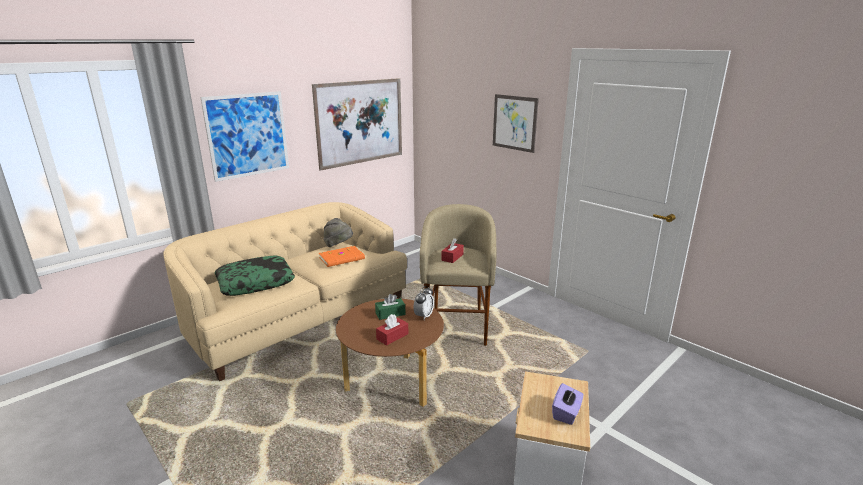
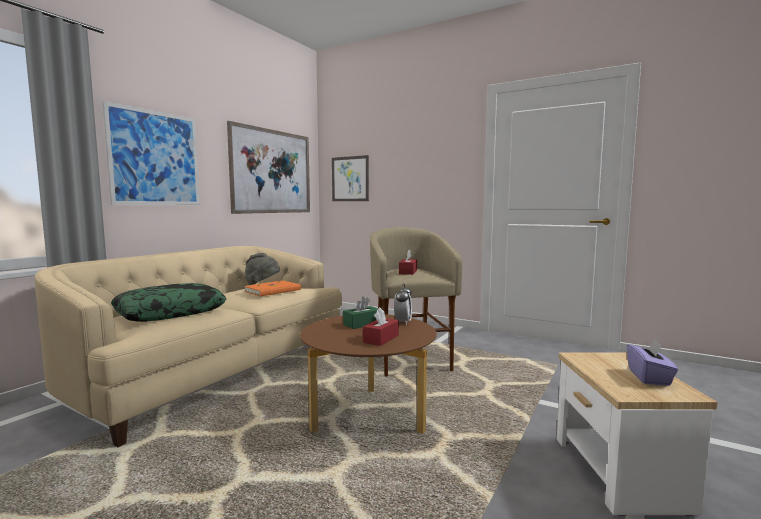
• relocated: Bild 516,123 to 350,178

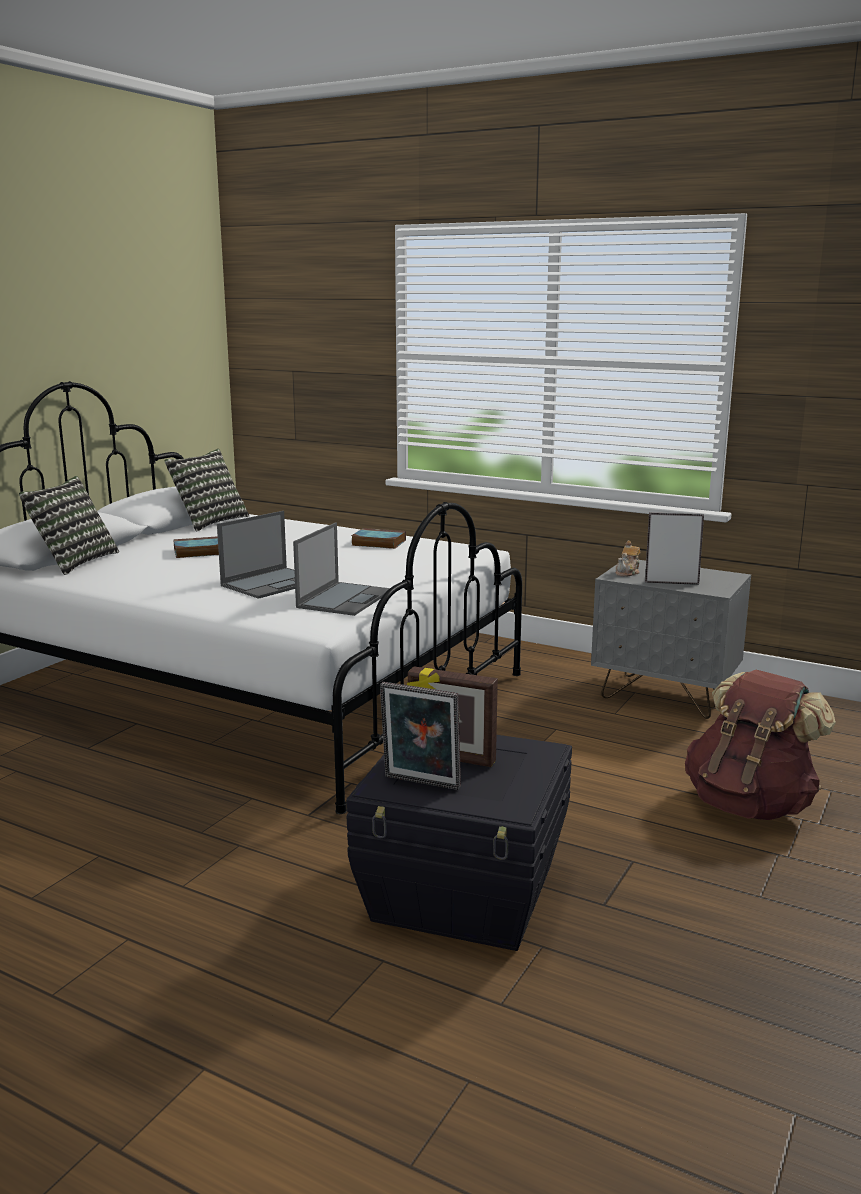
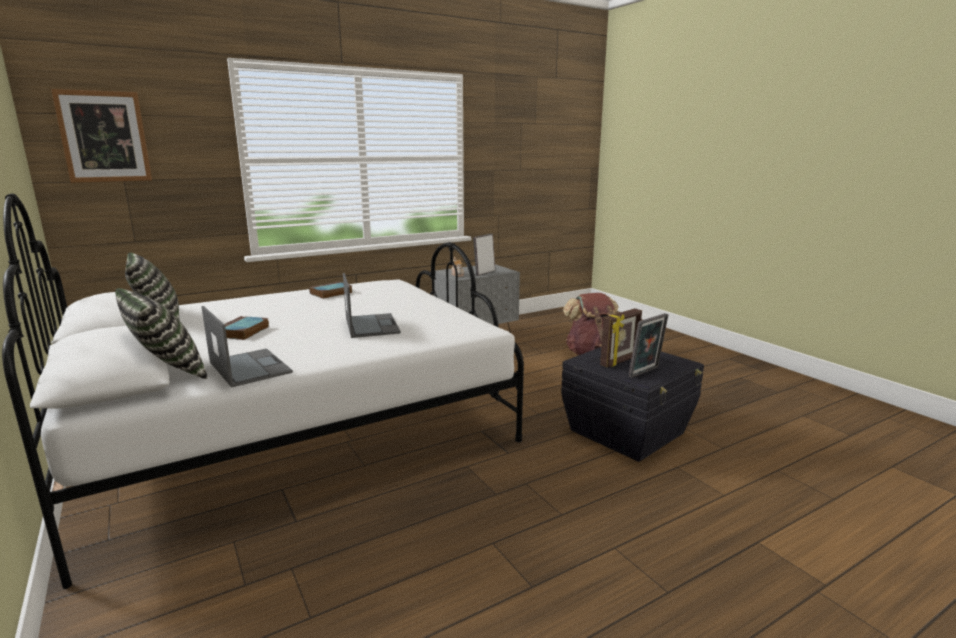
• appeared: Bild 101,136
• relocated: Laptop 341,569 to 247,347

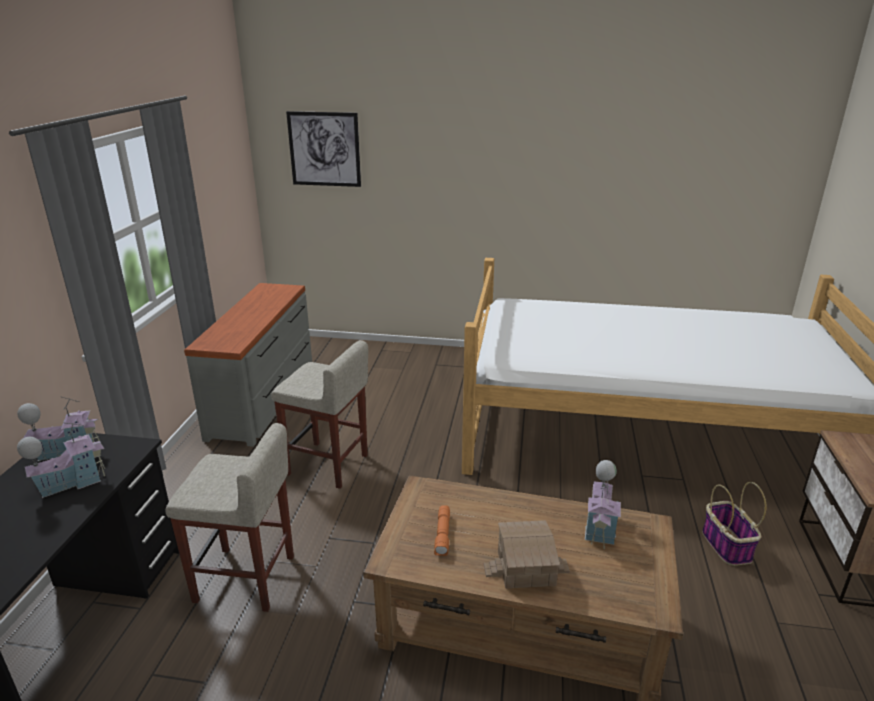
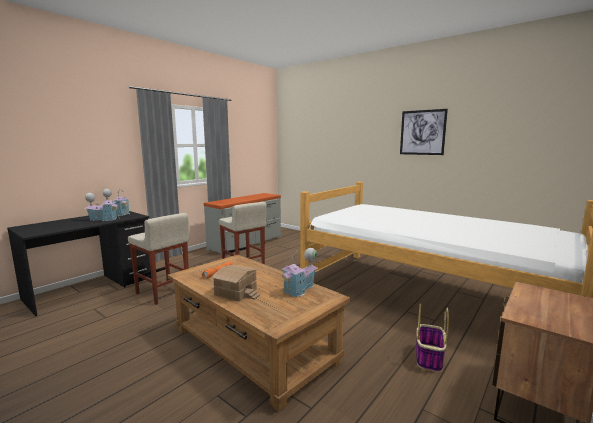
• relocated: Bild 323,149 to 424,132

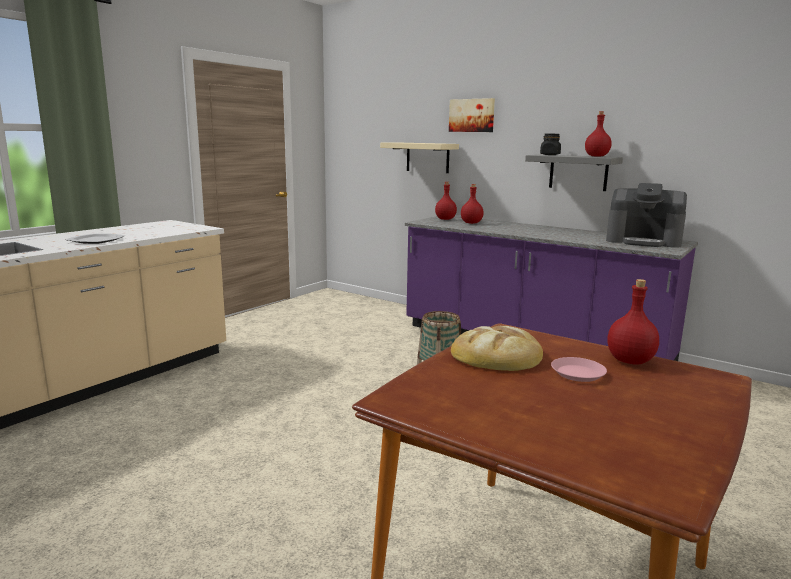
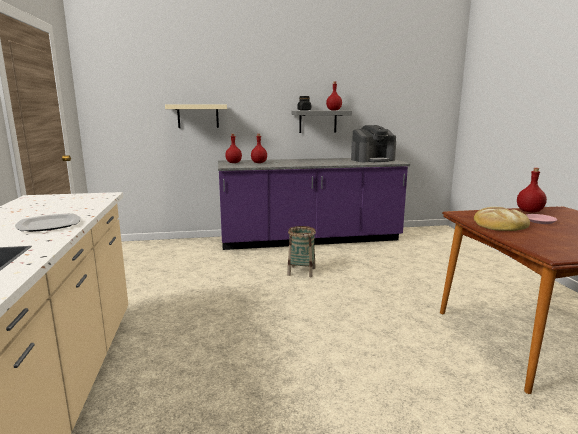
• missing: Bild 472,115

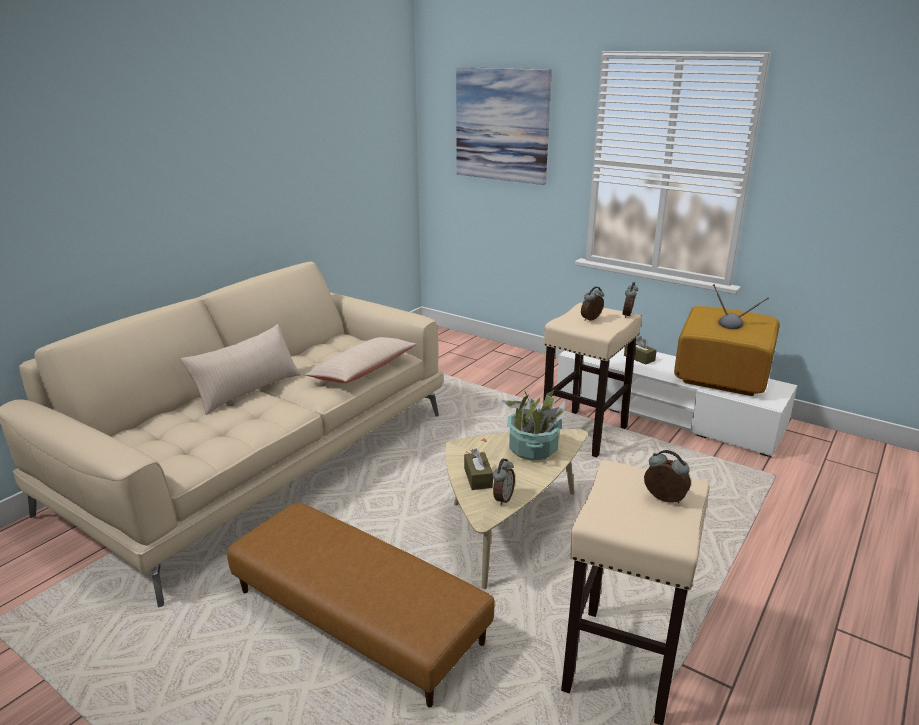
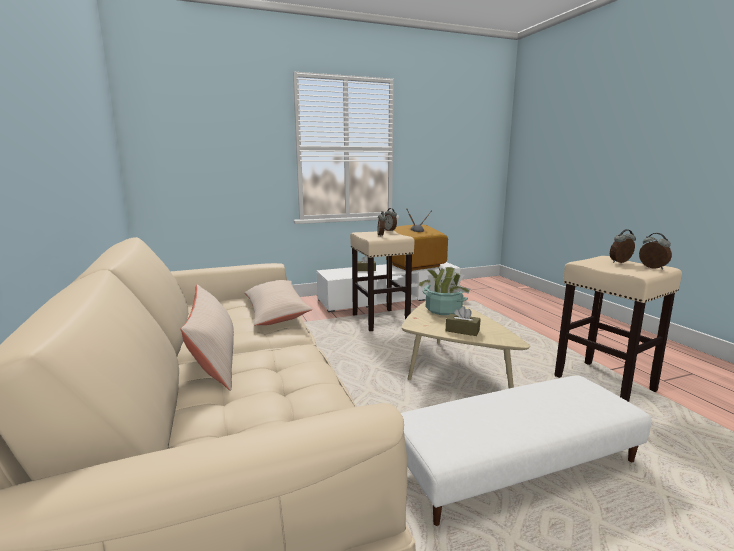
• colour: Polsterhocker (braun) 361,605 to Polsterhocker (weiß) 526,451
• relocated: Wecker 504,482 to 655,251
• missing: Bild 504,126

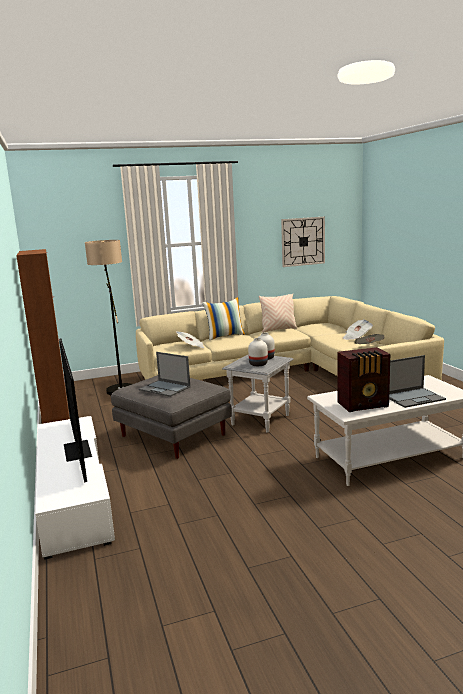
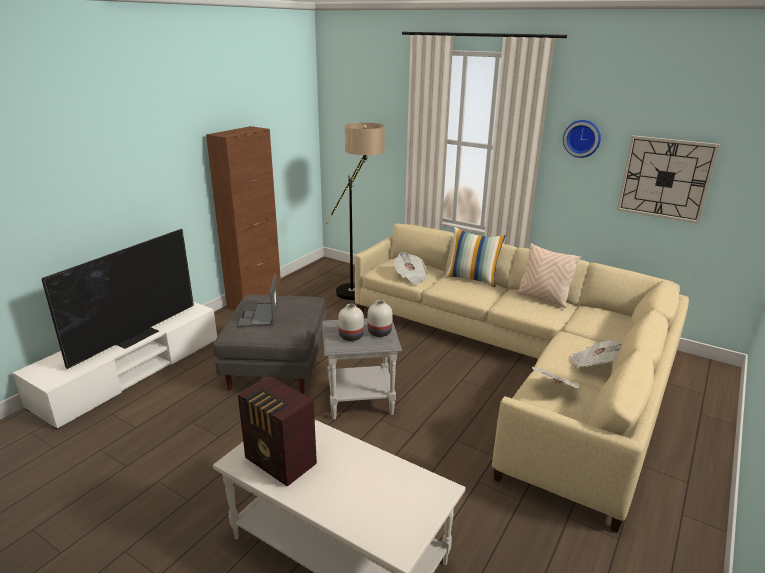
• appeared: Wanduhr 582,139
• missing: Laptop 417,381

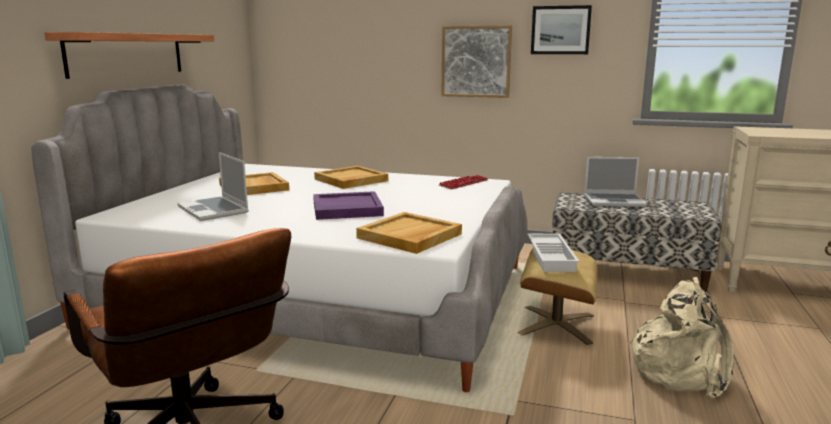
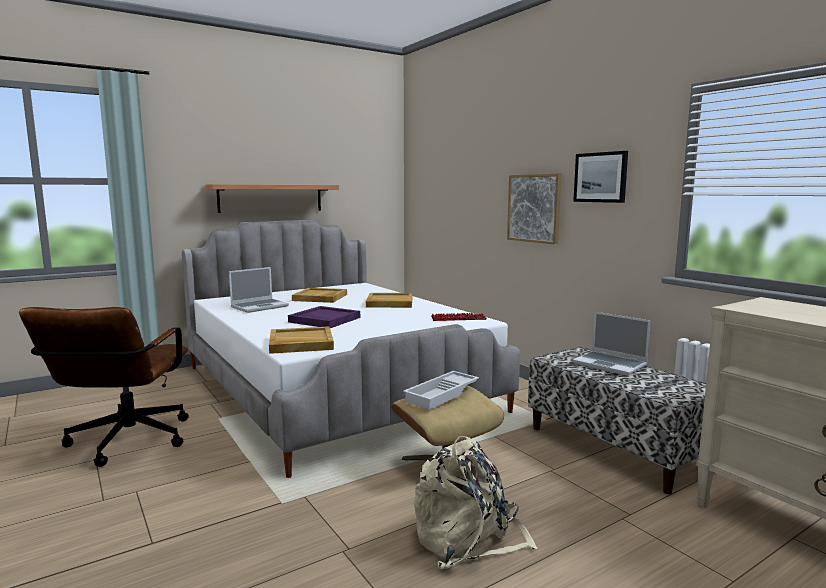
• spun: Laptop 213,186 = 259,290 135 degrees counterclockwise

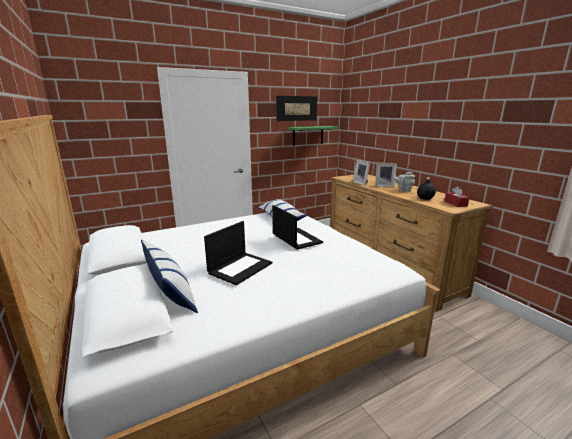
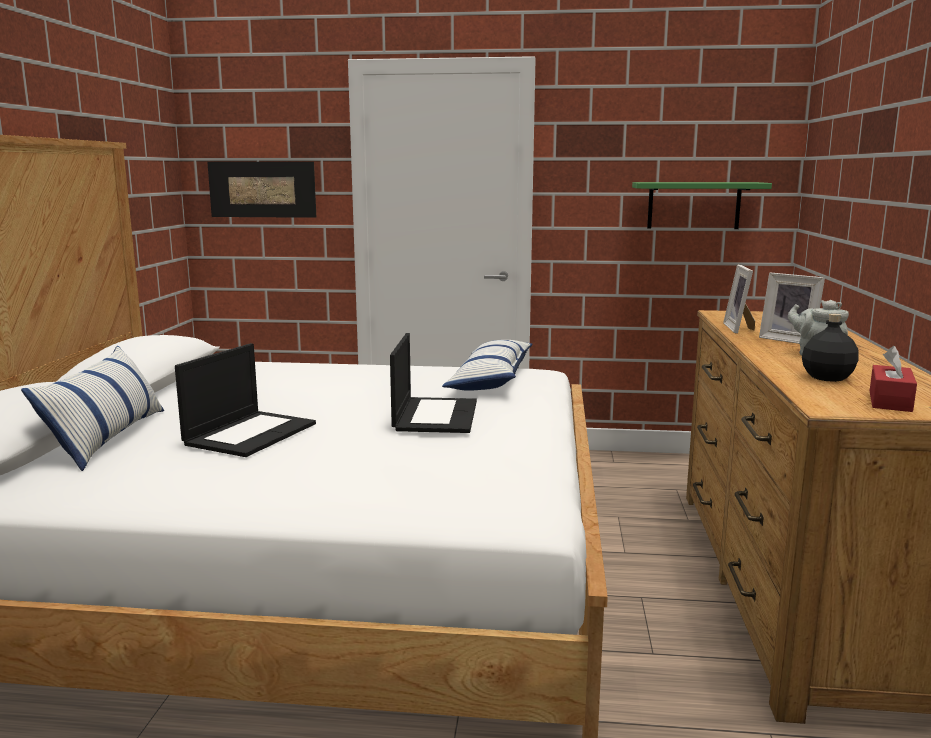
• spun: Laptop 238,253 = 245,400 45 degrees counterclockwise
• relocated: Bild 296,108 to 261,190

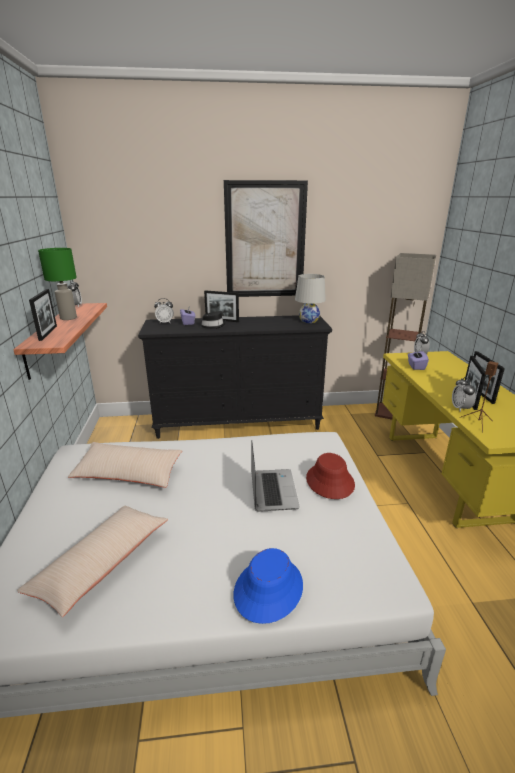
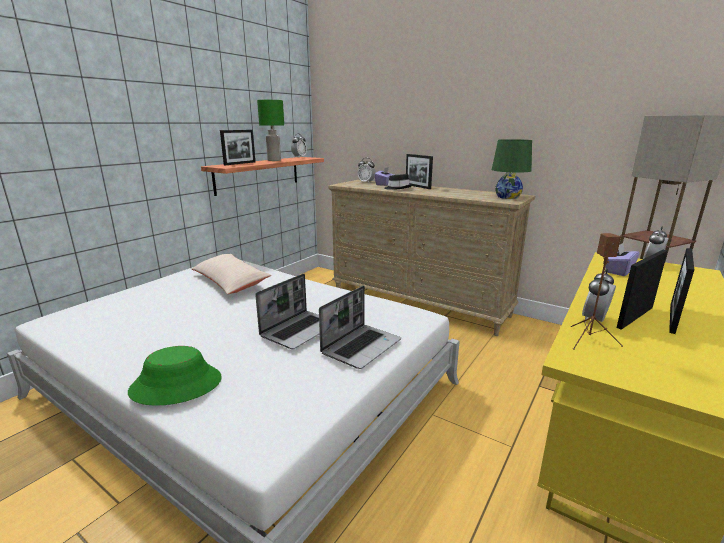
• colour: Hut (blau) 268,586 to Hut (grün) 175,376
• exchanged: Hut (rot) 330,476 to Laptop 360,327
• colour: Kommode (schwarz) 235,377 to Kommode (beige) 431,258
• colour: Tischlampe (weiß) 310,298 to Tischlampe (grün) 512,169
• missing: Kissen (beige) 92,561
• missing: Bild 266,238

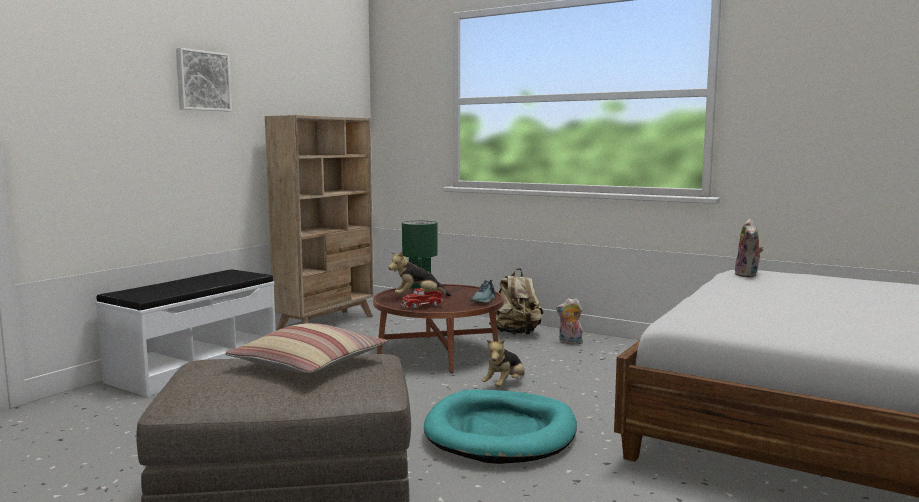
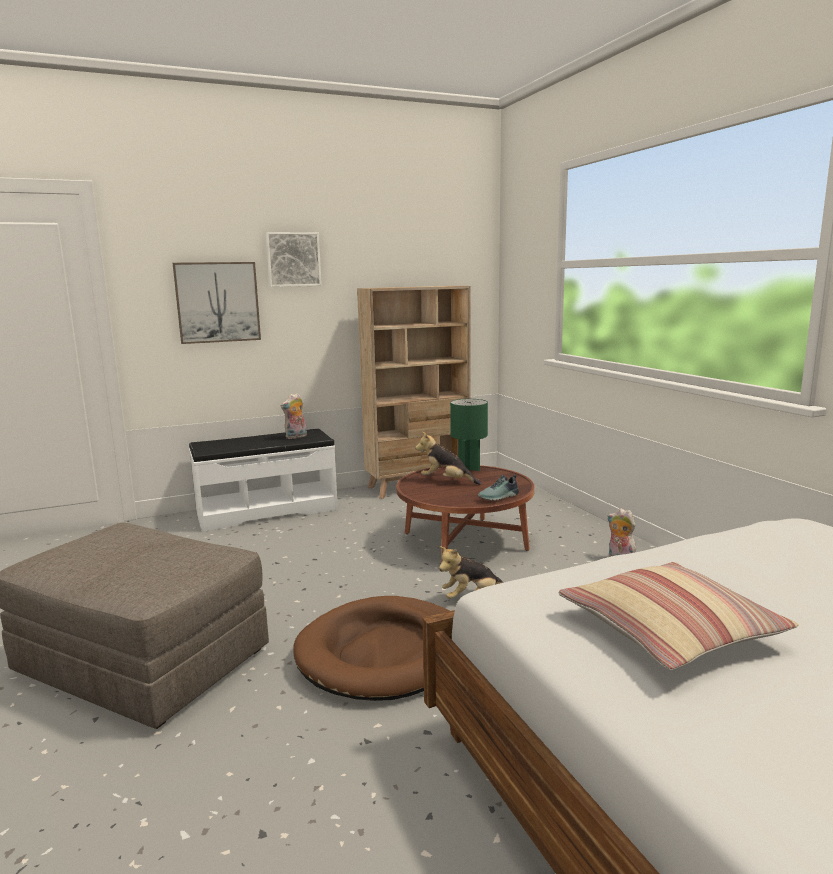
• appeared: Bild 217,303
• relocated: Plüschtier 749,248 to 293,416
• colour: Hundebett (türkis) 500,427 to Hundebett (braun) 371,648
• relocated: Kissen 306,348 to 678,616
• missing: Spielzeuglaster 422,298
• missing: Rucksack (beige) 516,301

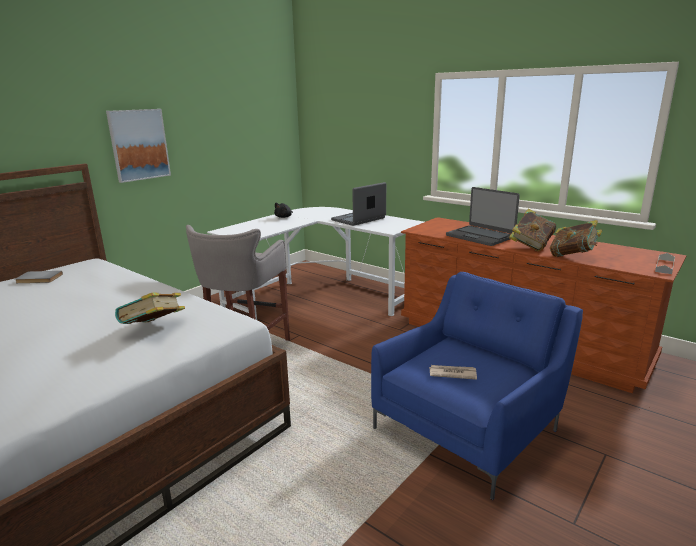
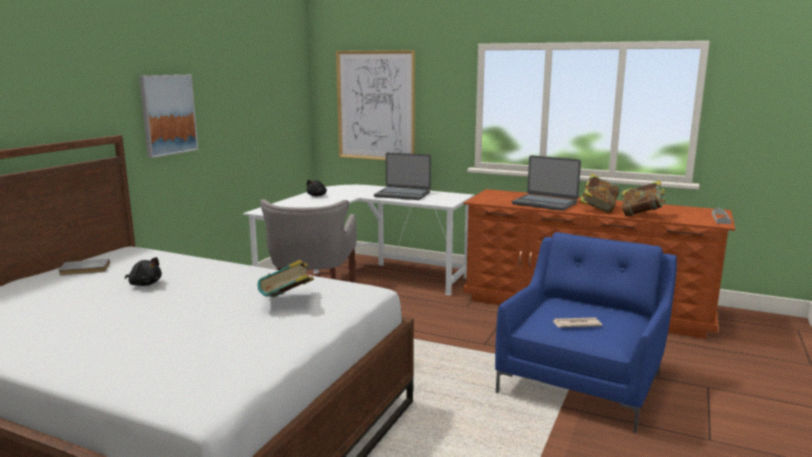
• appeared: Plüschtier (schwarz) 143,271
• appeared: Bild 375,105
• spun: Laptop 358,204 = 402,176 105 degrees counterclockwise

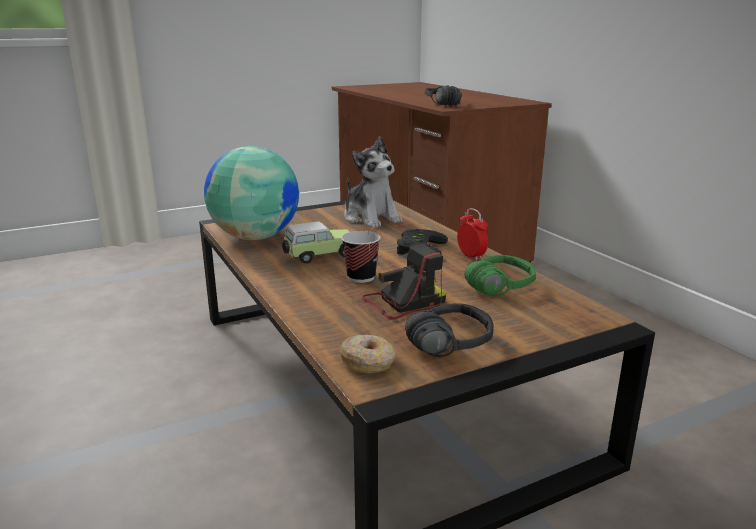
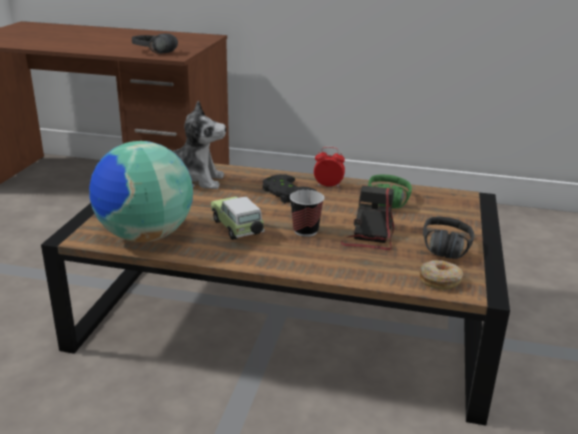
• spun: Spielzeugauto 315,242 = 238,218 45 degrees counterclockwise

